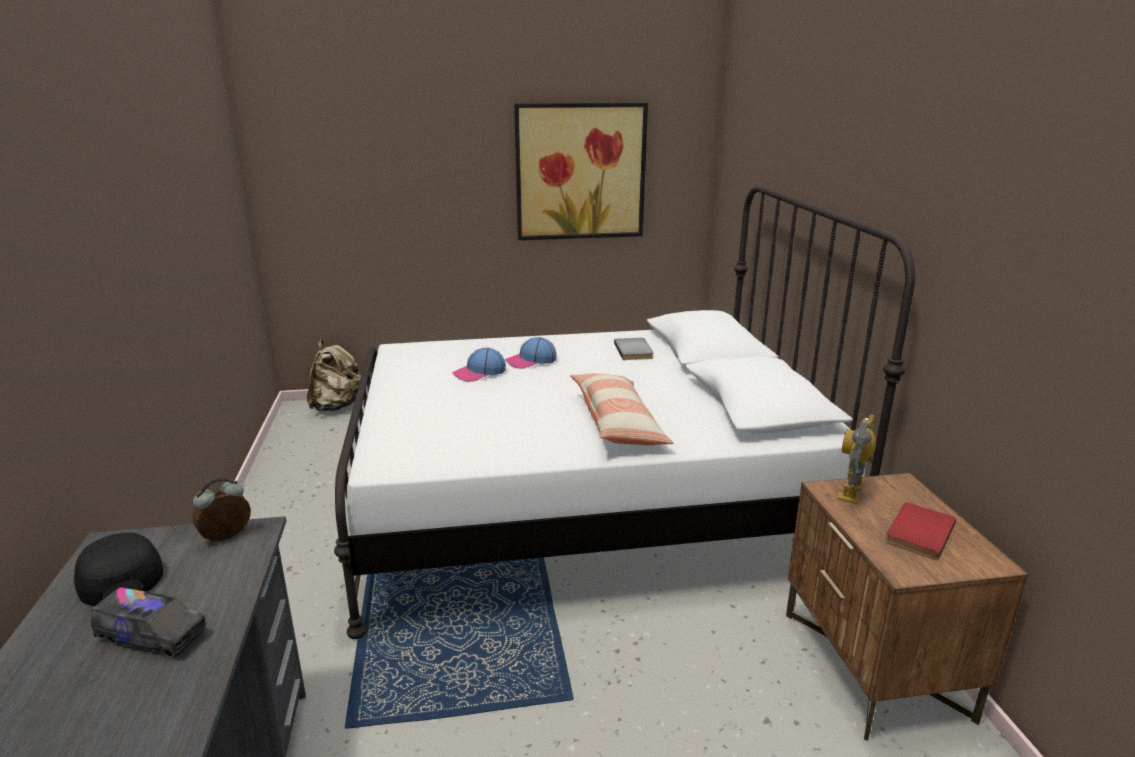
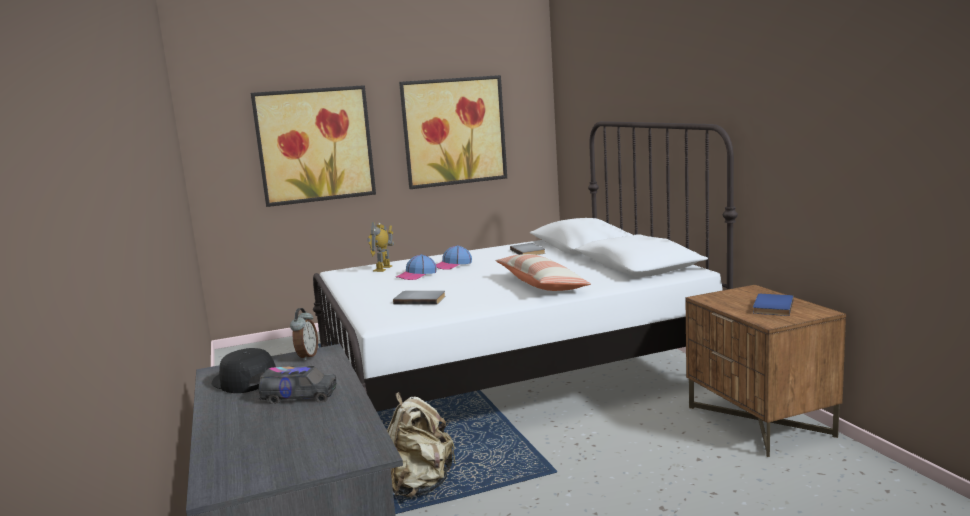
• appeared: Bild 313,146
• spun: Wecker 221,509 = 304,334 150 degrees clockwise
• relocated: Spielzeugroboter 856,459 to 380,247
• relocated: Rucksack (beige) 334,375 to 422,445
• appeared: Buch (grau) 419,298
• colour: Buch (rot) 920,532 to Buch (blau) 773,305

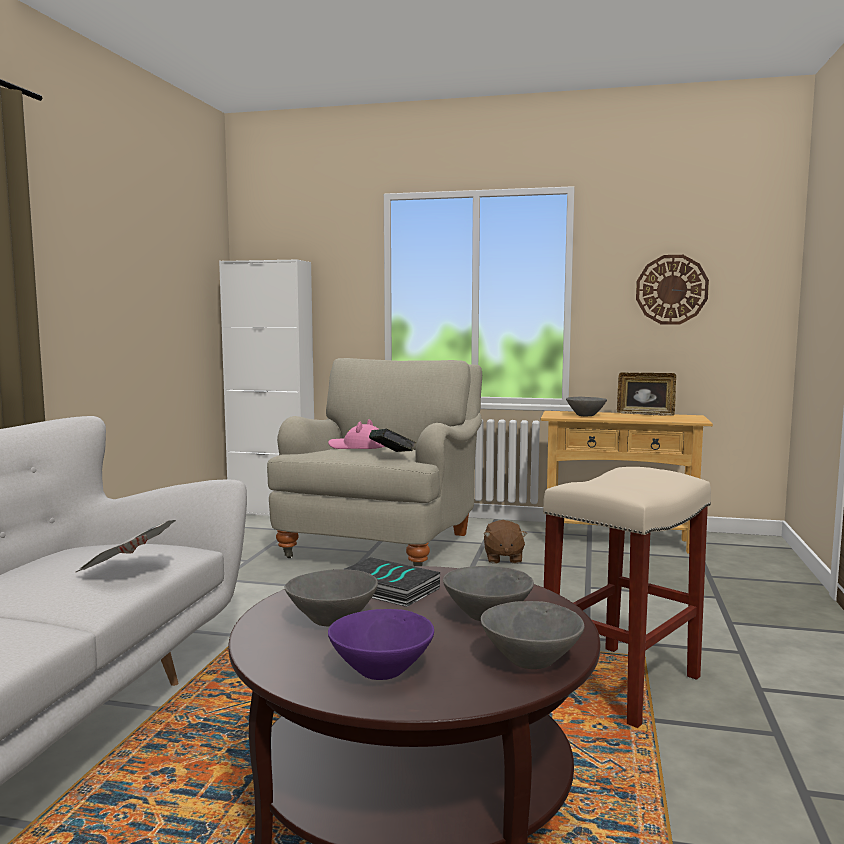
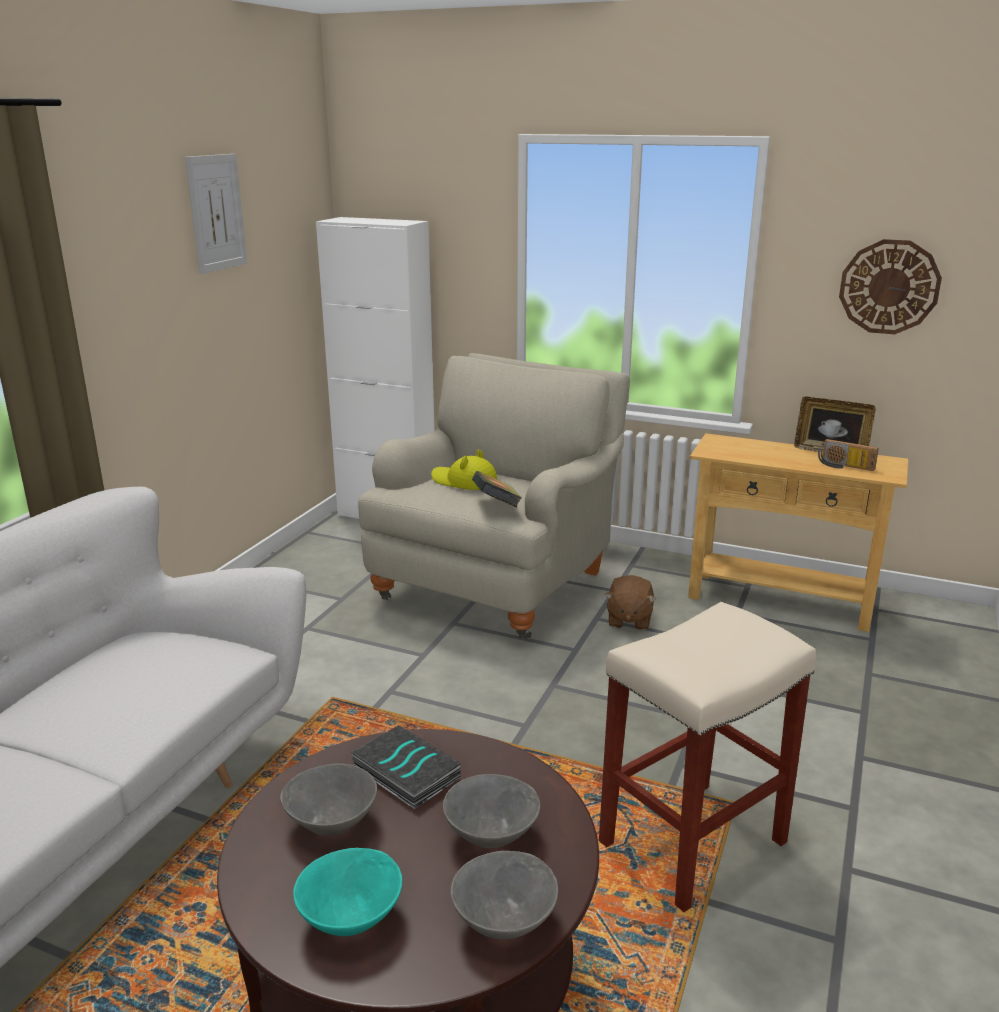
• appeared: Bild 216,214
• colour: Schüssel (lila) 381,644 to Schüssel (türkis) 347,892
• colour: Hut (rosa) 356,434 to Hut (gelb) 464,469
• appeared: Radio 848,455
• missing: Zeitung 126,546
• missing: Schüssel (grau) 586,406

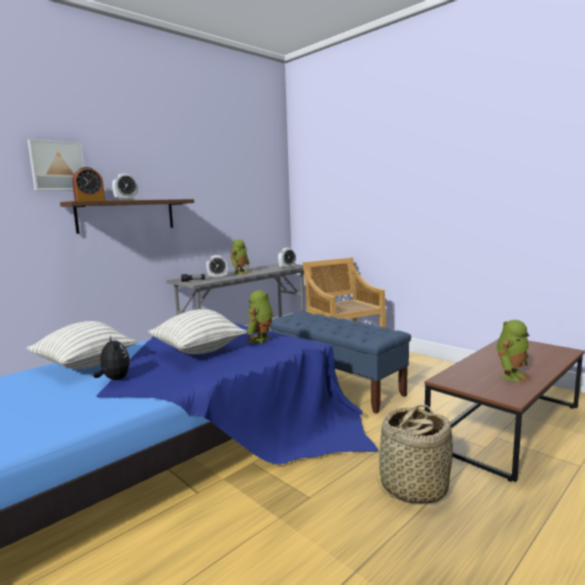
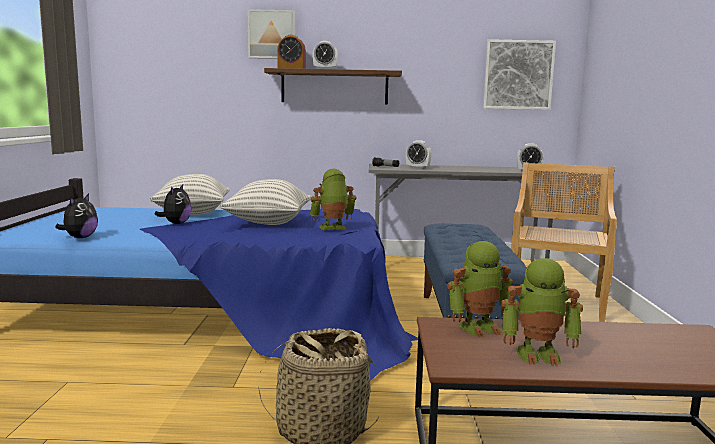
• appeared: Plüschtier 76,216
• relocated: Spielzeugroboter 240,256 to 480,289
• appeared: Bild 519,74

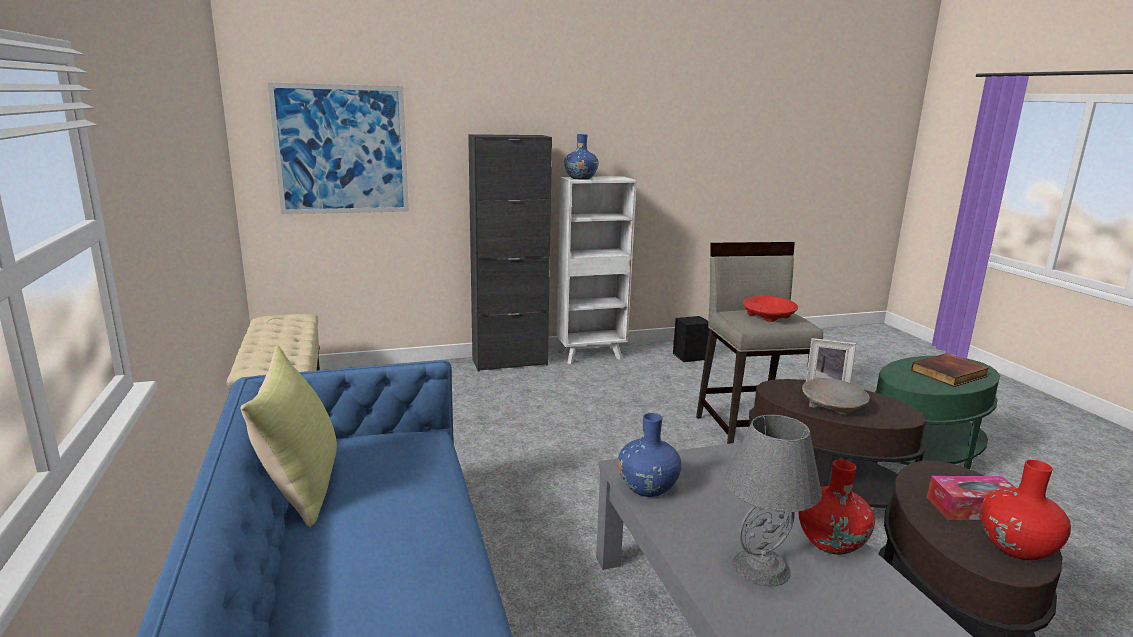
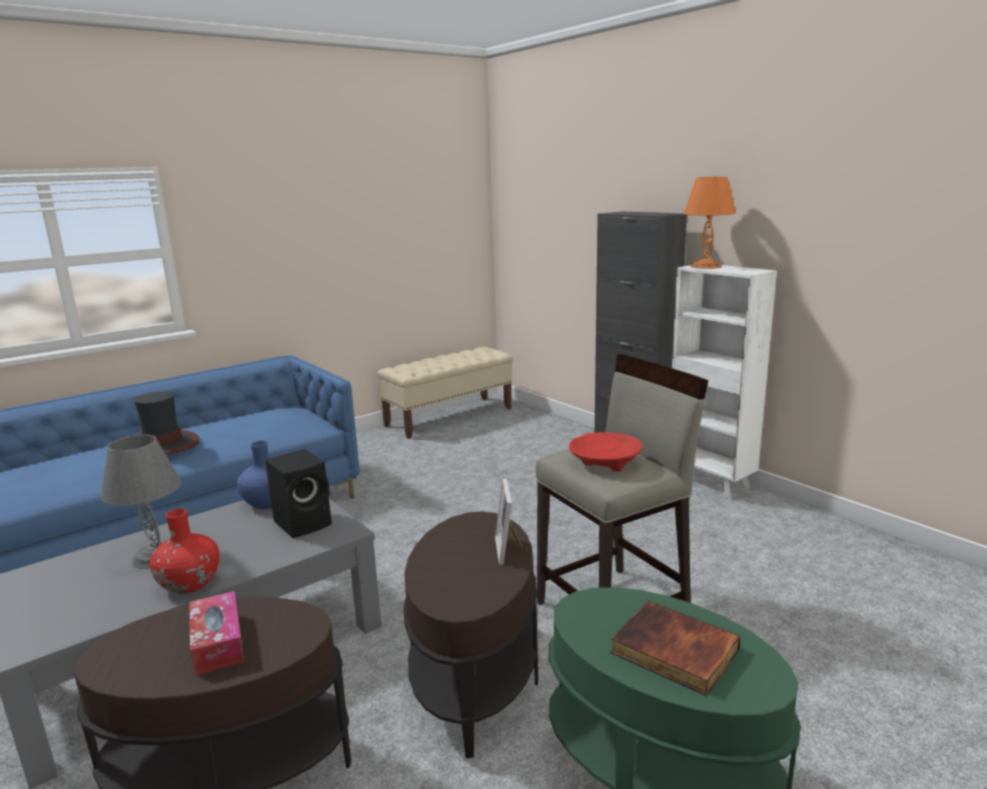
• appeared: Hut 167,423
• relocated: Lautsprecher (schwarz) 691,339 to 298,493
• exchanged: Vase (blau) 581,157 to Tischlampe (orange) 710,222
• missing: Kissen (gelb) 288,436
• missing: Bild 338,148
• missing: Schüssel (beige) 836,396
• missing: Vase (rot) 1026,510

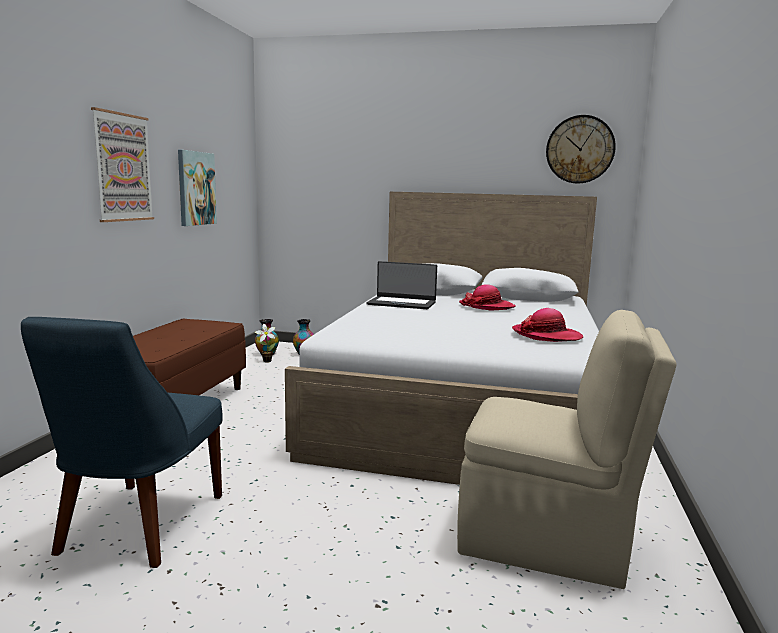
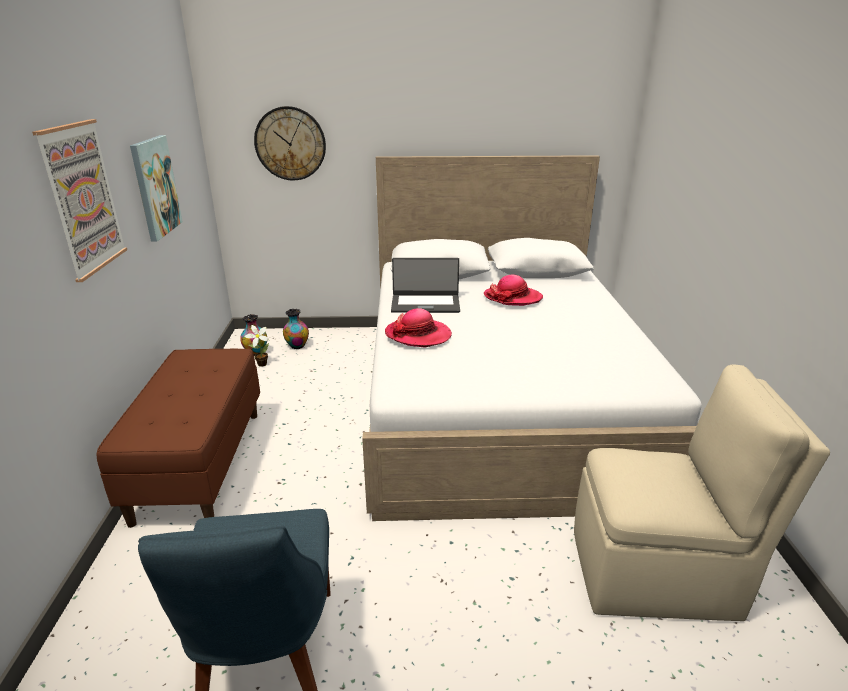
• relocated: Wanduhr 581,149 to 290,143
• relocated: Hut 547,325 to 418,328

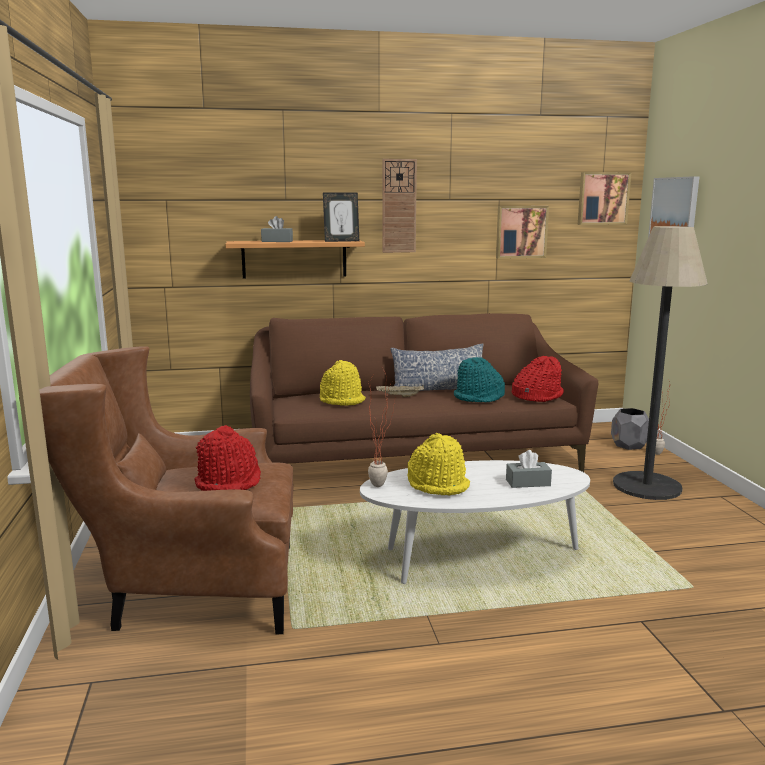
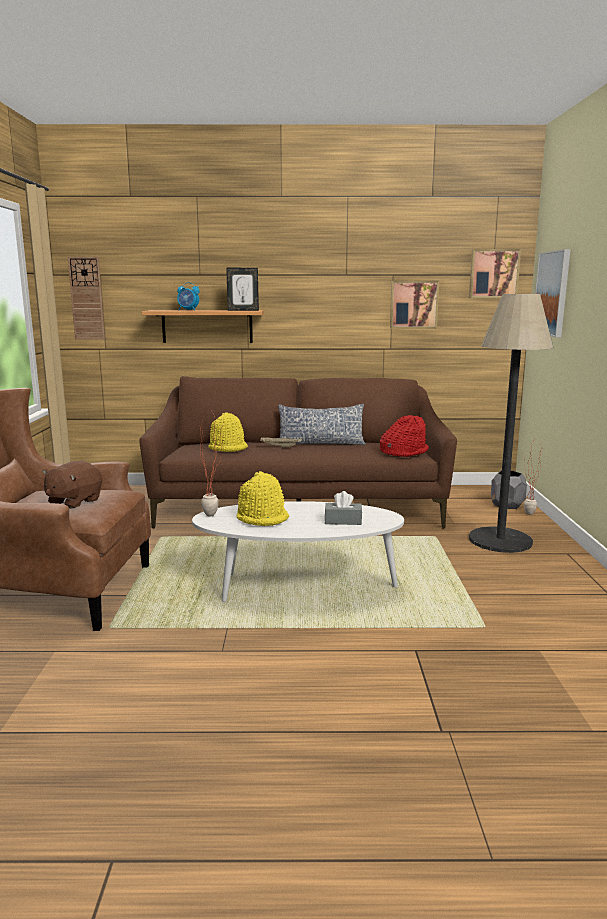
• exchanged: Hut (rot) 227,458 to Plüschtier (braun) 72,484
• relocated: Wanduhr 400,206 to 86,298
• exchanged: Taschentuchbox (grau) 277,229 to Wecker 188,296
• missing: Hut (türkis) 479,379

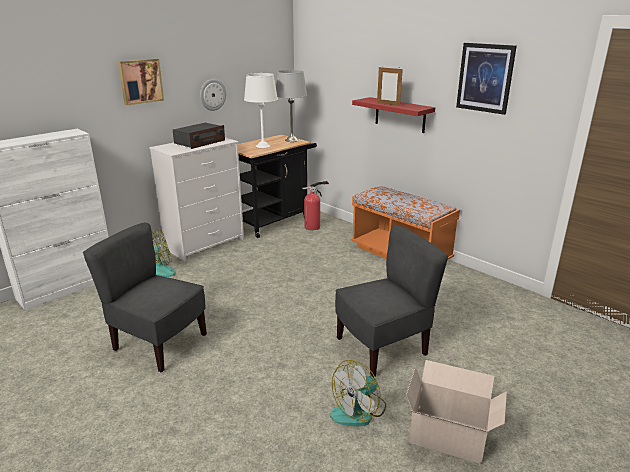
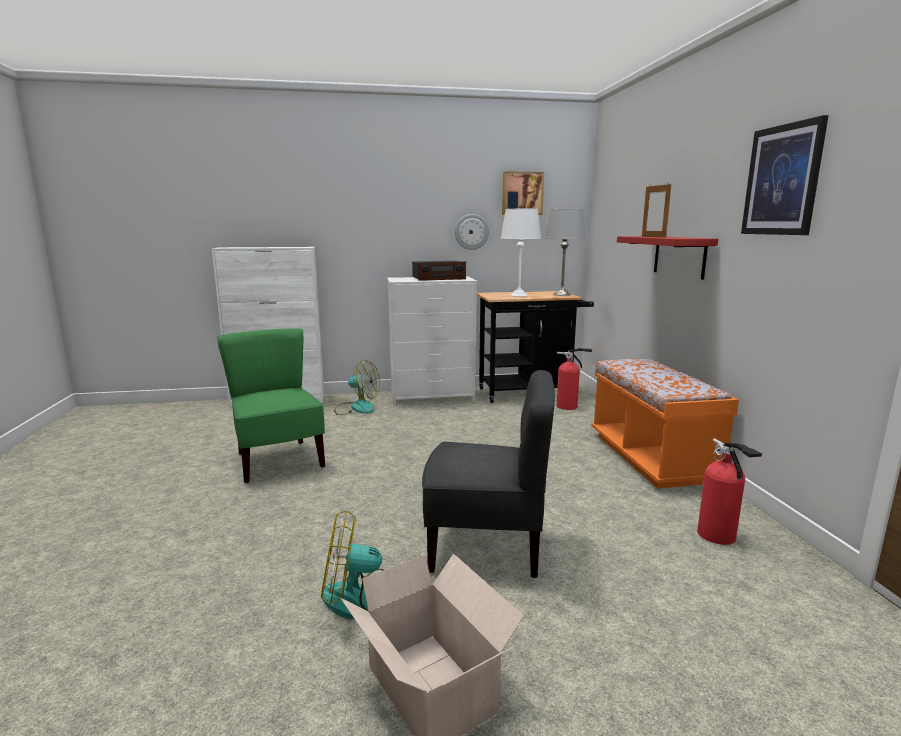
• colour: Stuhl (grau) 145,297 to Stuhl (grün) 271,405
• relocated: Bild 141,82 to 523,193
• appeared: Feuerlöscher 729,491

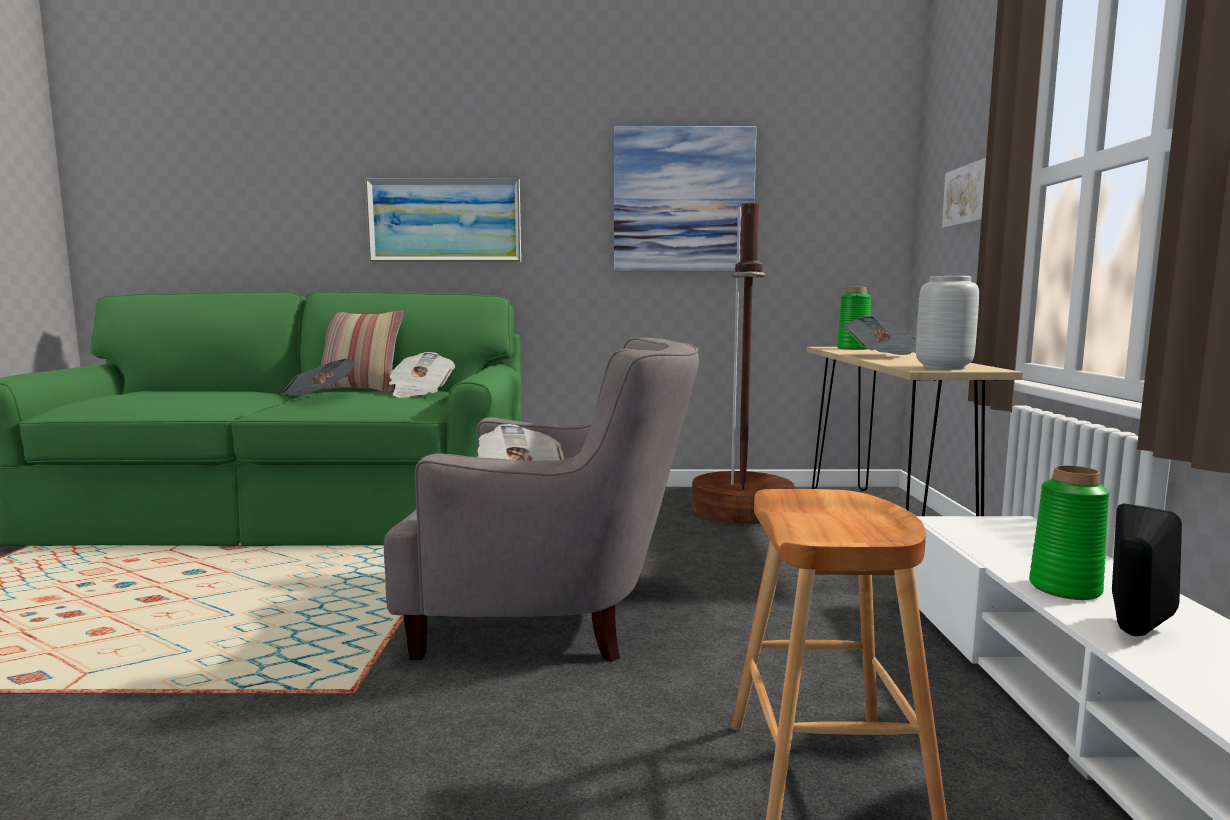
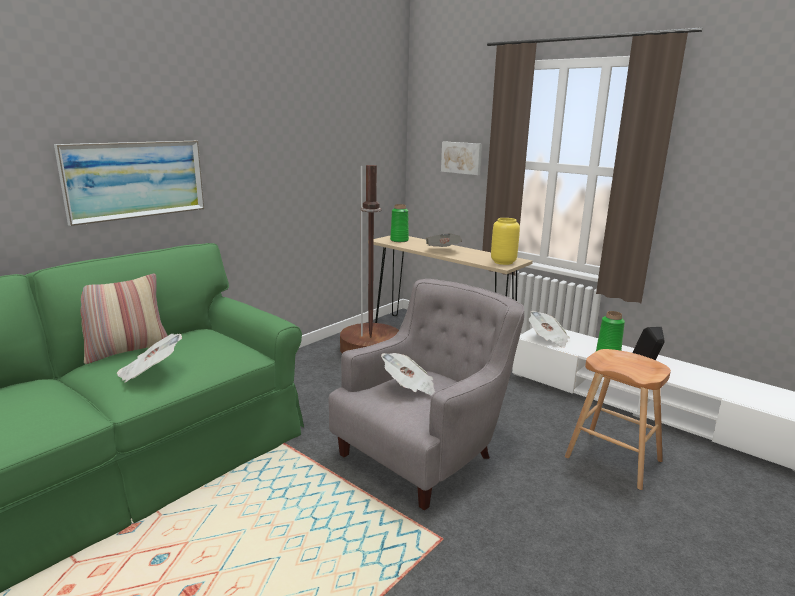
• colour: Vase (grau) 947,323 to Vase (gelb) 505,241
• relocated: Zeitung 422,375 to 549,329
• missing: Bild 685,198

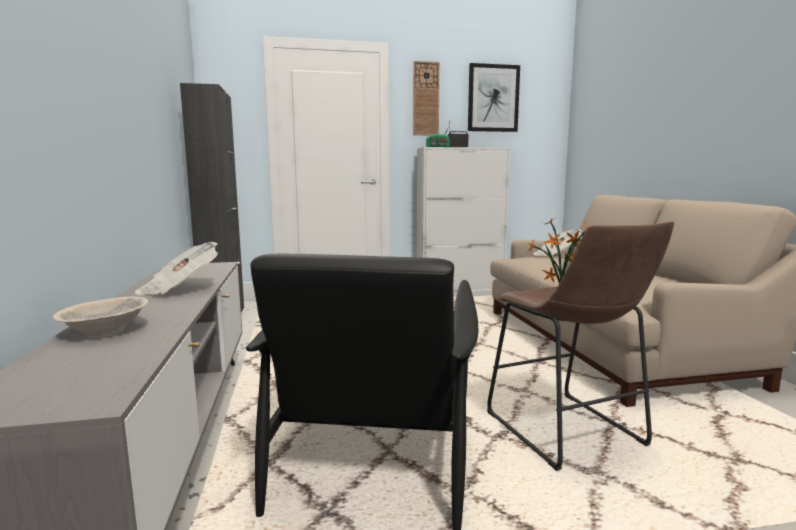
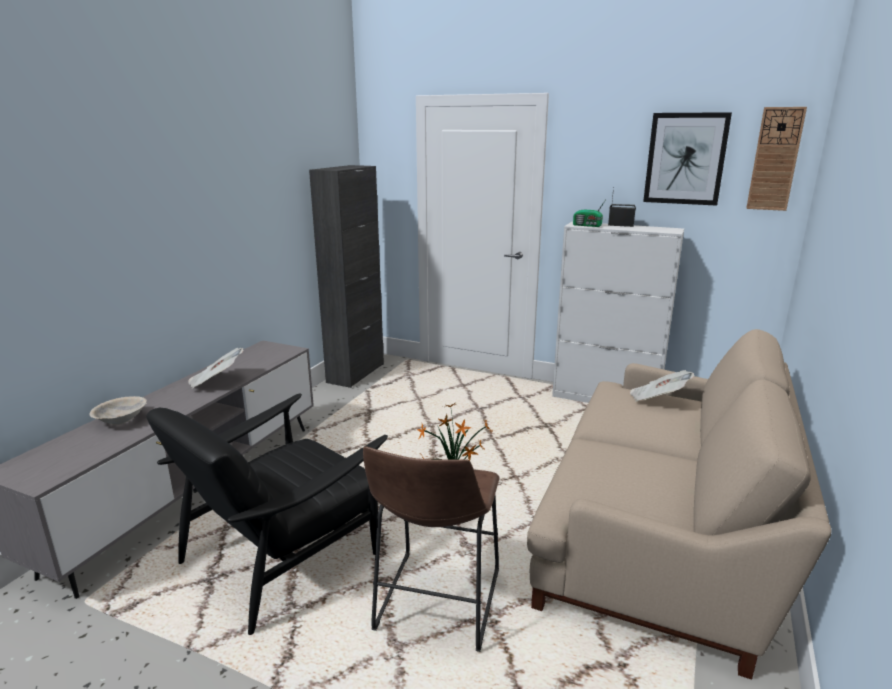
• relocated: Wanduhr 426,98 to 776,159

